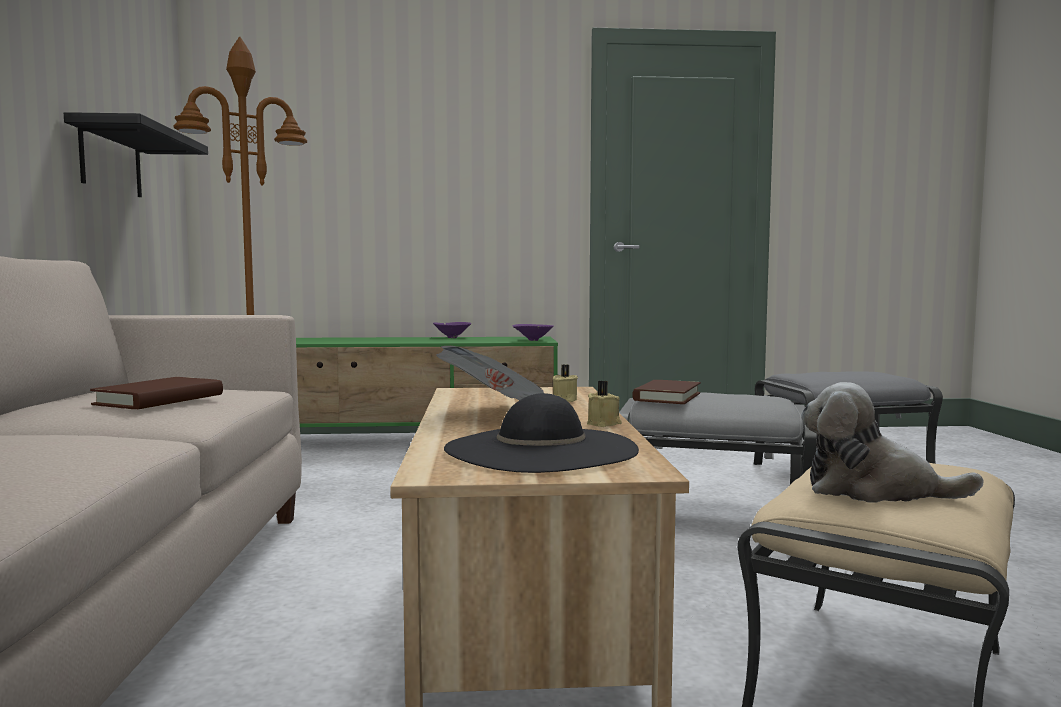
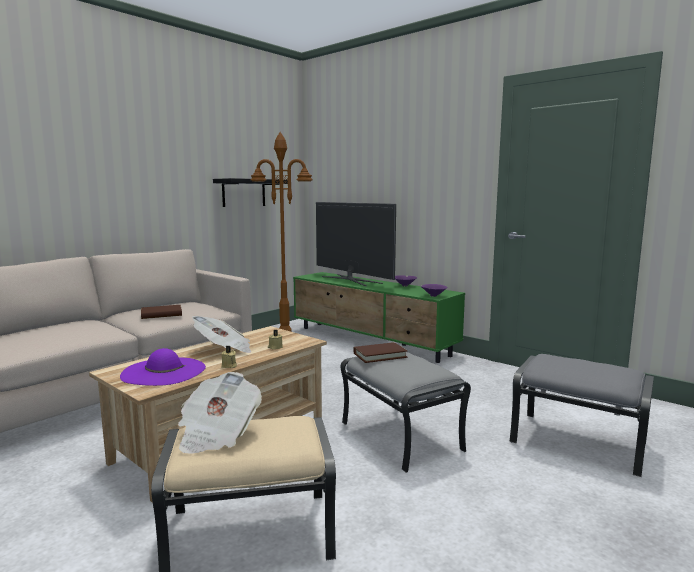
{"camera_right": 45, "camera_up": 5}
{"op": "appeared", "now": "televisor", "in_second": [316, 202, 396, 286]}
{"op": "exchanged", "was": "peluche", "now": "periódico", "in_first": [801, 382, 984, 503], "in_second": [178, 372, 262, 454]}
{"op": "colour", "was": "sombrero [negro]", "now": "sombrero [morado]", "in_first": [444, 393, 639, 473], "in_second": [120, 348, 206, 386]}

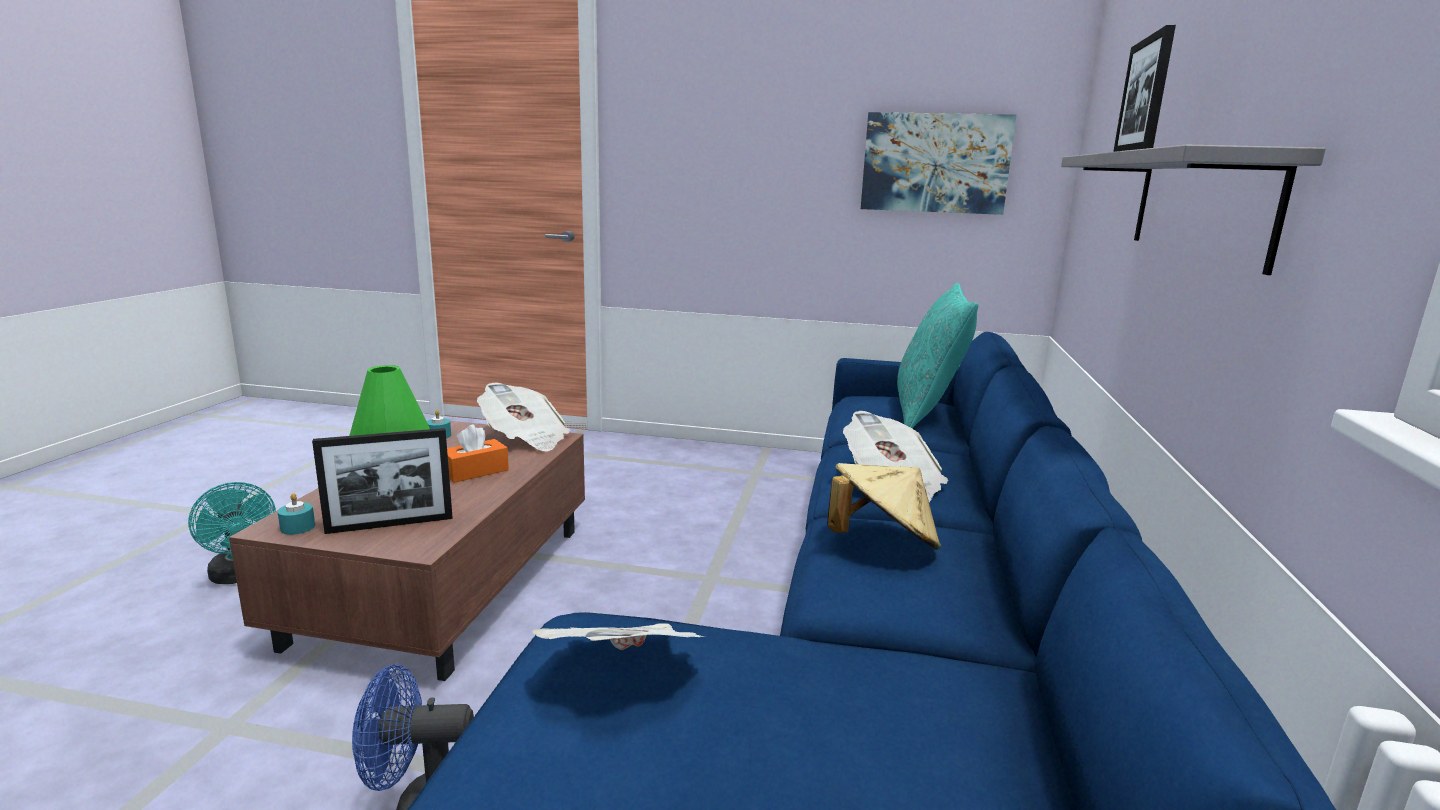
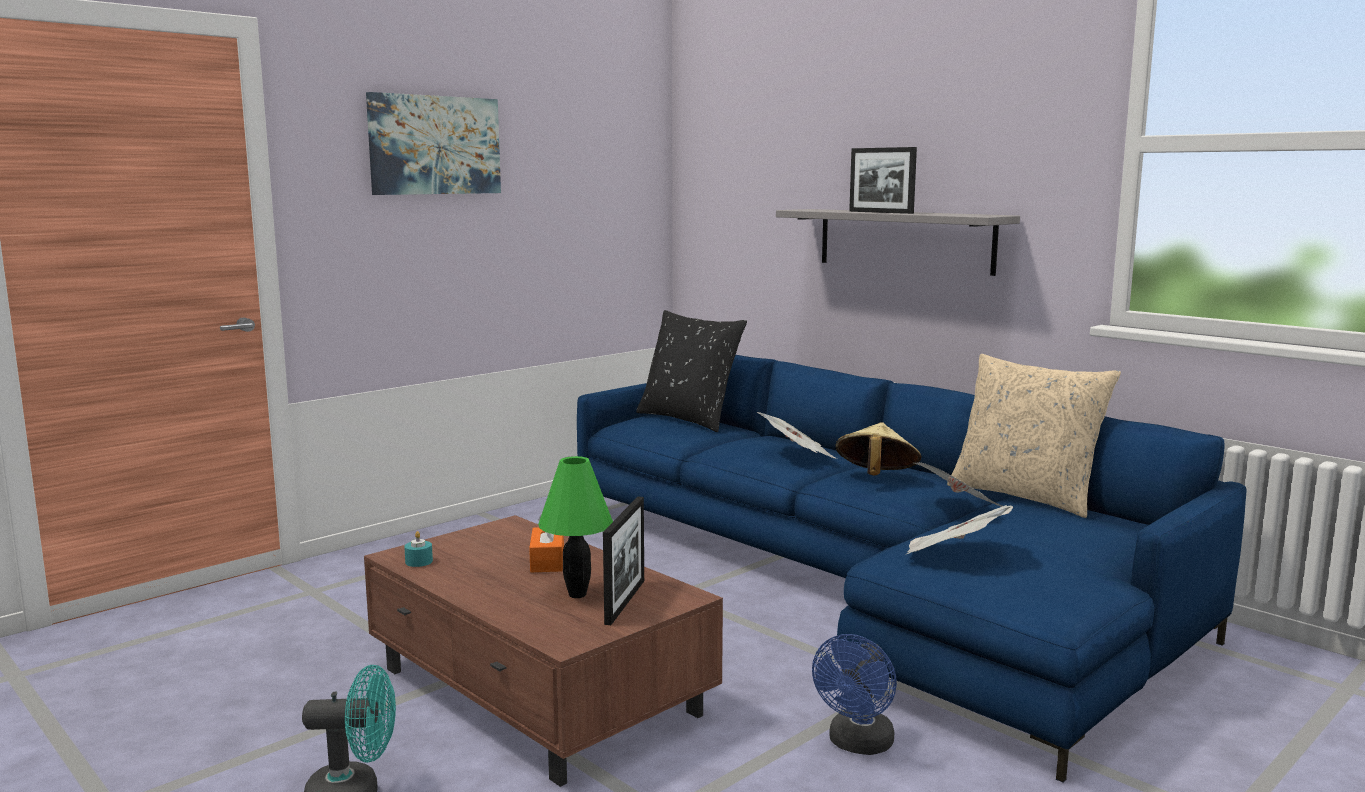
{"camera_right": -55, "camera_up": -5}
{"op": "missing", "was": "vela [turquesa]", "in_first": [277, 493, 315, 535]}
{"op": "appeared", "now": "cojín [beis]", "in_second": [947, 354, 1121, 518]}
{"op": "relocated", "was": "periódico", "in_first": [477, 383, 570, 452], "in_second": [914, 462, 1002, 507]}
{"op": "relocated", "was": "cuadro", "in_first": [861, 112, 1016, 215], "in_second": [366, 92, 501, 195]}
{"op": "colour", "was": "cojín [turquesa]", "now": "cojín [negro]", "in_first": [897, 283, 978, 429], "in_second": [636, 310, 747, 432]}

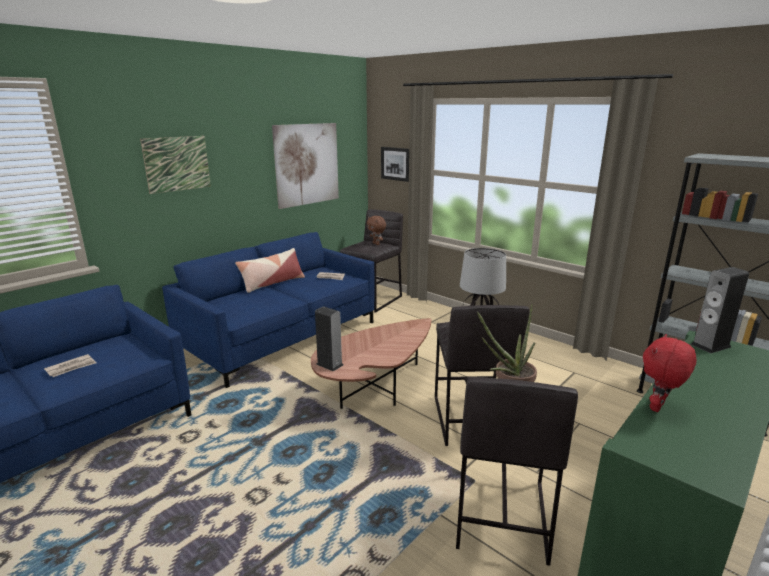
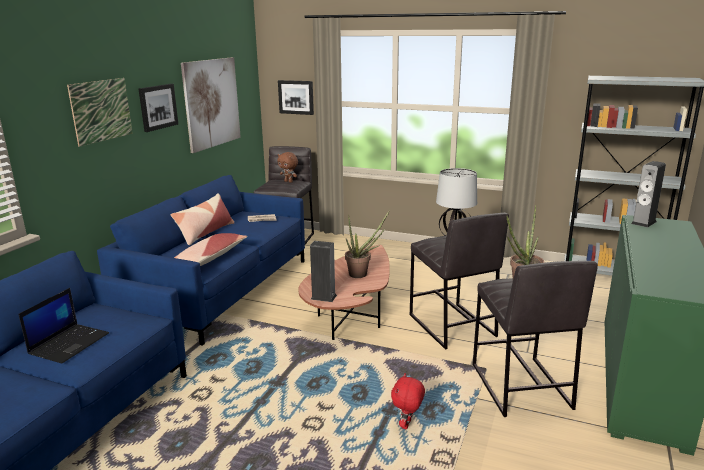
{"camera_right": -20, "camera_up": 0}
{"op": "appeared", "now": "cuadro", "in_second": [139, 84, 178, 132]}
{"op": "appeared", "now": "cojín", "in_second": [174, 233, 247, 266]}
{"op": "appeared", "now": "planta en maceta", "in_second": [345, 210, 390, 278]}
{"op": "relocated", "was": "peluche [rojo]", "in_first": [643, 334, 697, 412], "in_second": [391, 373, 425, 429]}
{"op": "exchanged", "was": "periódico", "now": "portátil", "in_first": [44, 354, 97, 377], "in_second": [18, 288, 109, 363]}

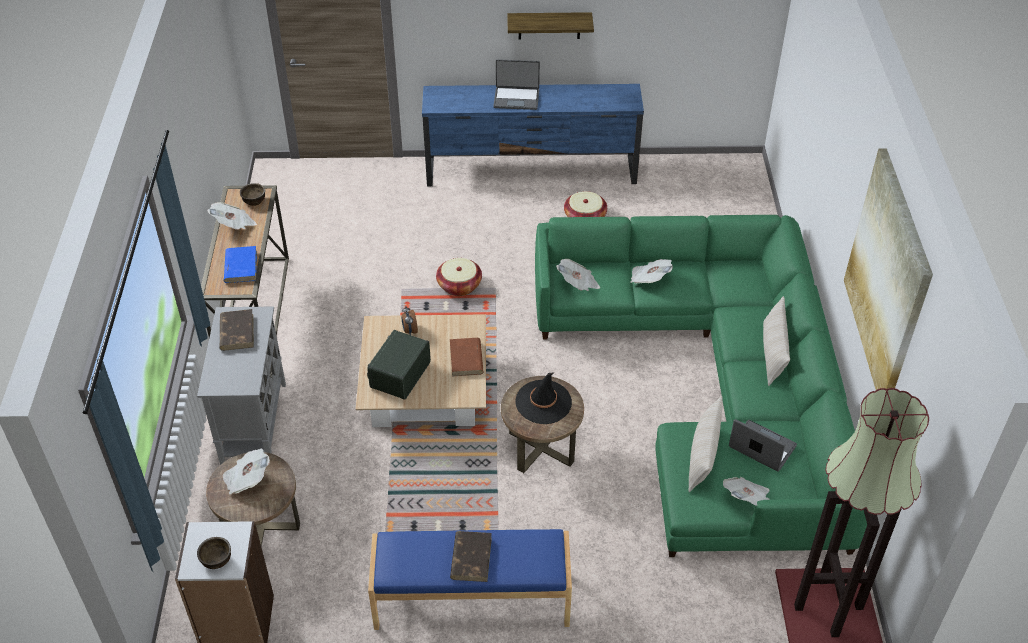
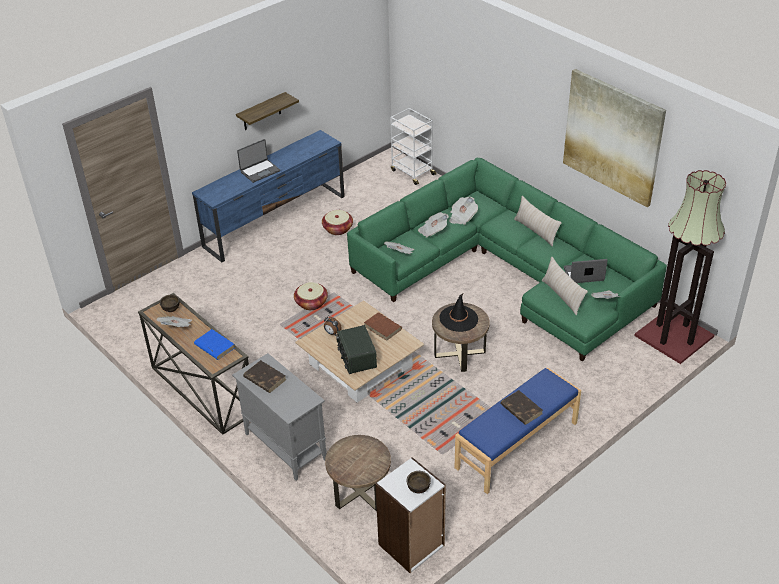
{"camera_right": -40, "camera_up": -5}
{"op": "appeared", "now": "carrito [blanco]", "in_second": [390, 108, 437, 185]}
{"op": "relocated", "was": "periódico", "in_first": [222, 449, 270, 495], "in_second": [449, 197, 478, 225]}

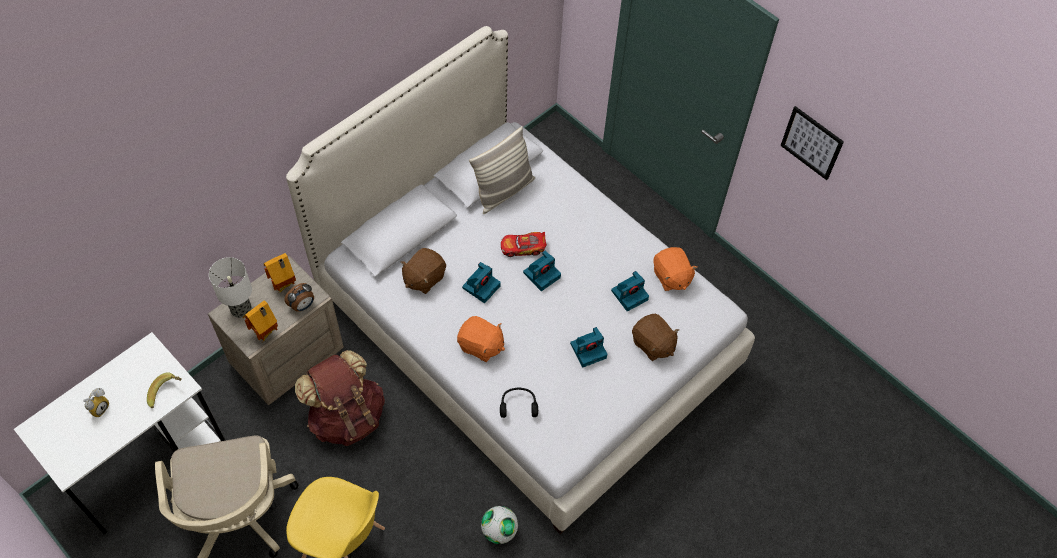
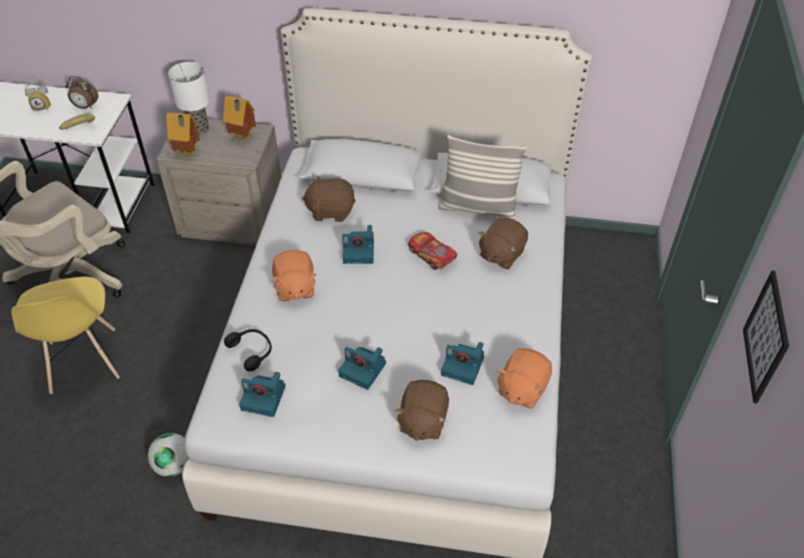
{"camera_right": 55, "camera_up": -10}
{"op": "missing", "was": "mochila [marrón]", "in_first": [295, 350, 385, 446]}
{"op": "appeared", "now": "peluche [marrón]", "in_second": [478, 218, 528, 269]}
{"op": "relocated", "was": "despertador", "in_first": [284, 283, 314, 312], "in_second": [65, 76, 98, 109]}
{"op": "relocated", "was": "cámara", "in_first": [523, 251, 561, 291], "in_second": [239, 372, 286, 417]}

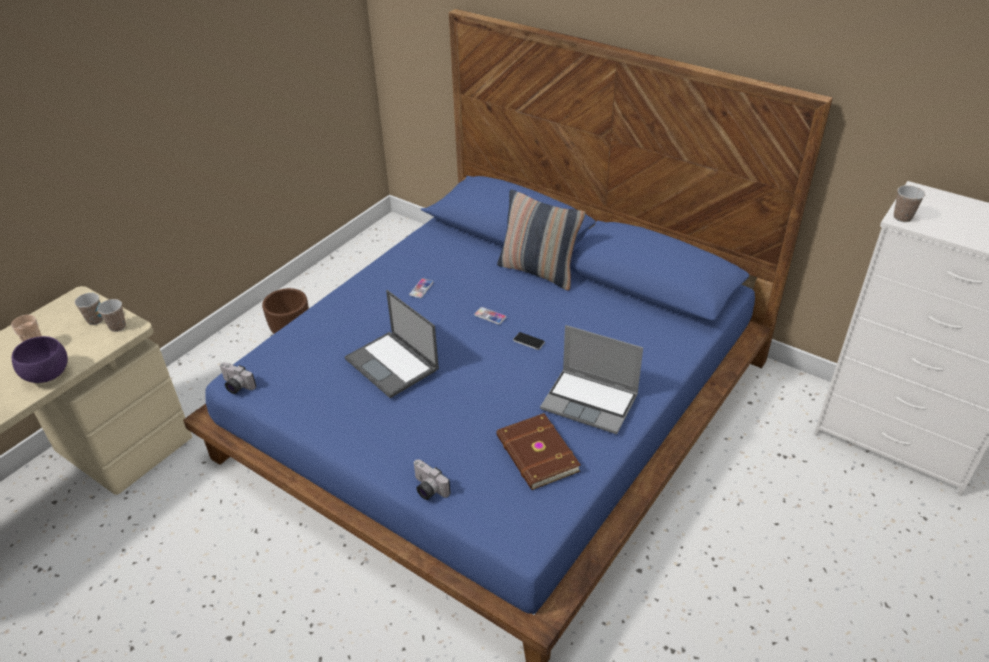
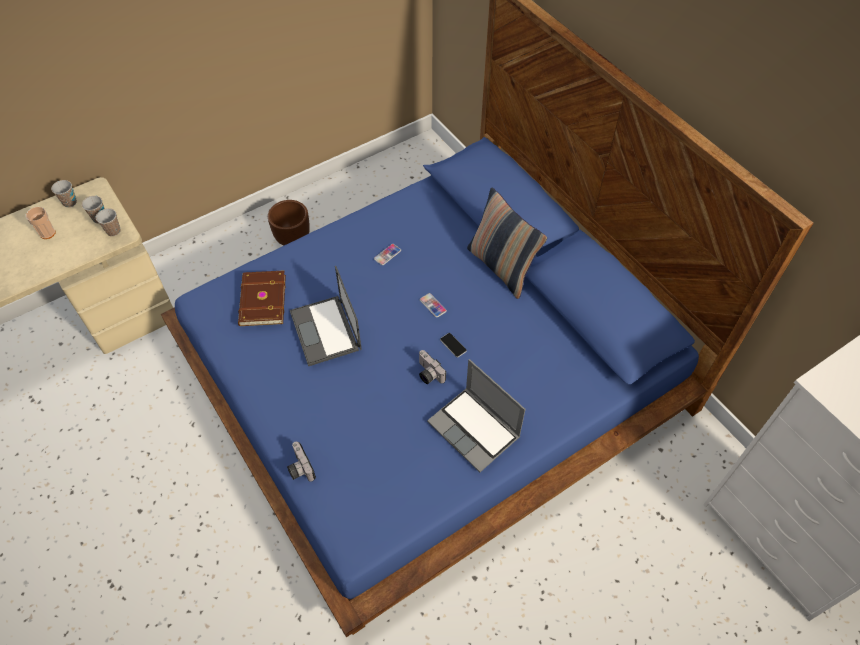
{"camera_right": 20, "camera_up": 15}
{"op": "missing", "was": "cuenco [morado]", "in_first": [12, 336, 68, 383]}
{"op": "relocated", "was": "cámara", "in_first": [219, 362, 256, 394], "in_second": [419, 350, 446, 384]}
{"op": "relocated", "was": "libro [marrón]", "in_first": [496, 413, 581, 490], "in_second": [238, 270, 286, 326]}
{"op": "relocated", "was": "taza", "in_first": [894, 185, 925, 222], "in_second": [51, 180, 77, 207]}

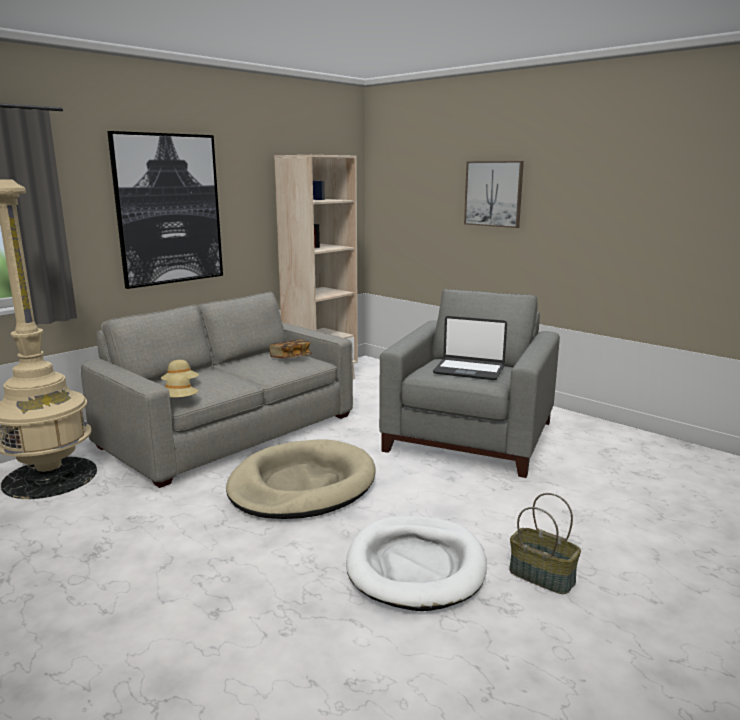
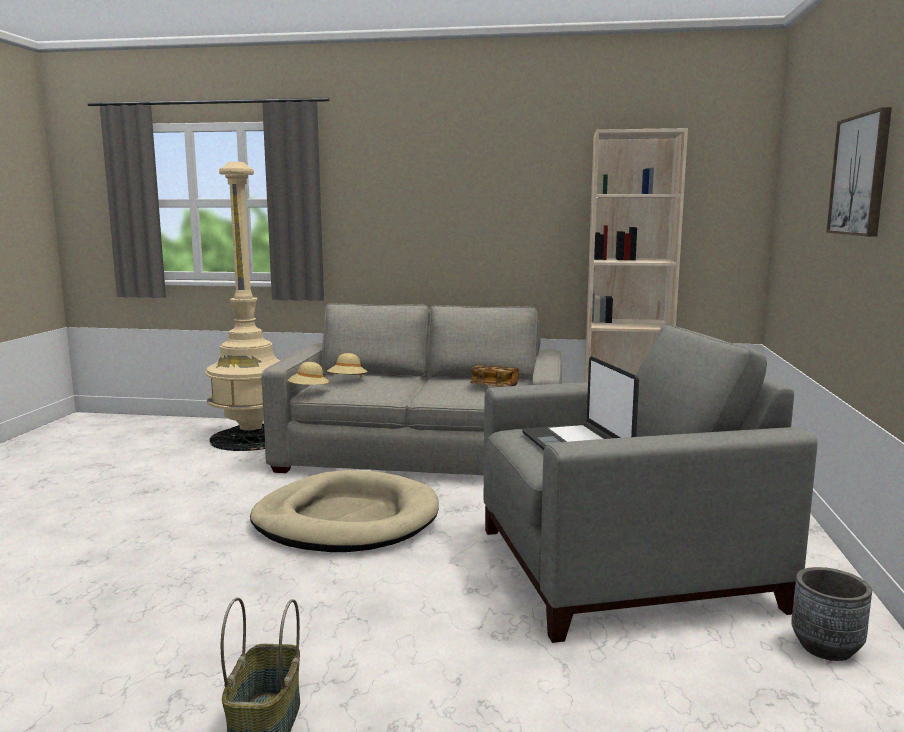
{"camera_right": 55, "camera_up": -5}
{"op": "missing", "was": "cuadro", "in_first": [107, 131, 223, 289]}
{"op": "missing", "was": "cama para perro [blanco]", "in_first": [346, 516, 487, 611]}
{"op": "appeared", "now": "maceta [gris]", "in_second": [791, 567, 872, 661]}

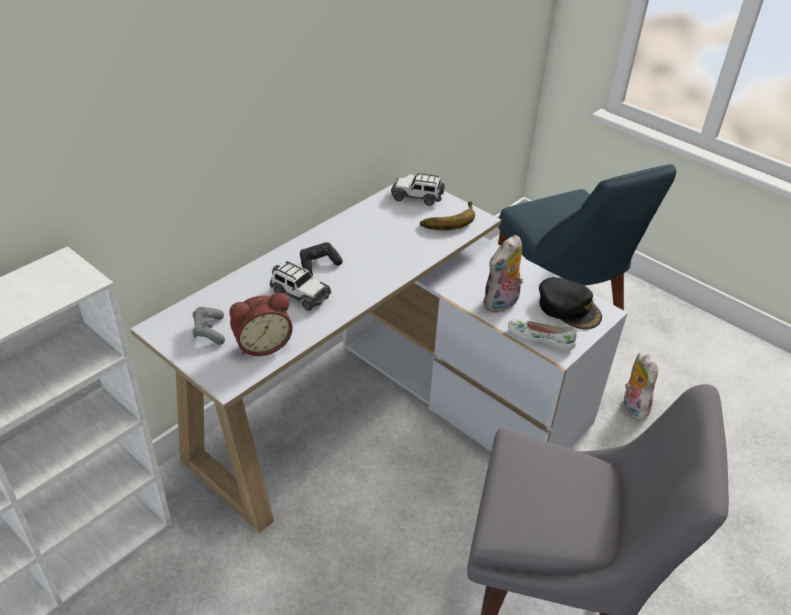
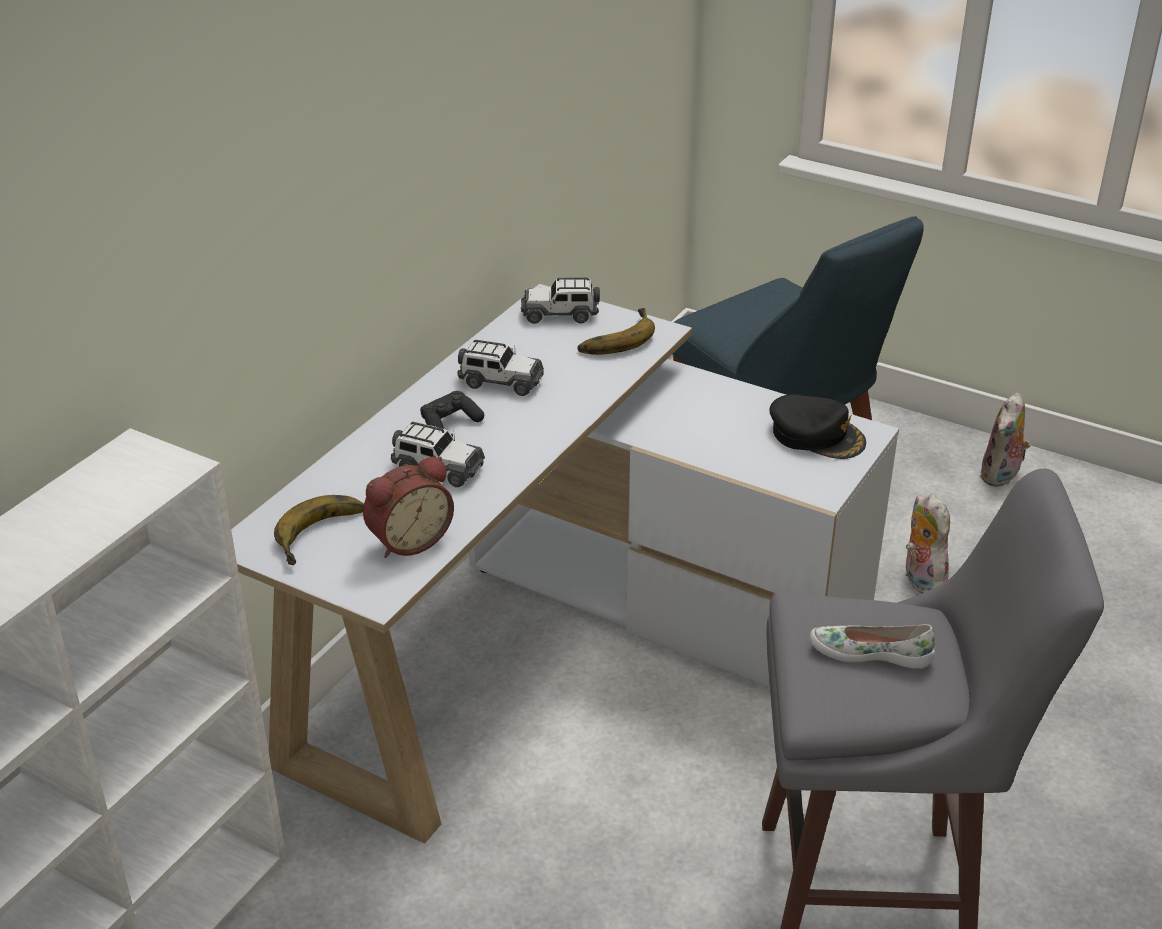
{"camera_right": -10, "camera_up": -5}
{"op": "appeared", "now": "coche de juguete", "in_second": [457, 340, 544, 396]}
{"op": "relocated", "was": "peluche", "in_first": [483, 235, 523, 313], "in_second": [979, 393, 1030, 487]}
{"op": "relocated", "was": "zapato [blanco]", "in_first": [508, 319, 577, 351], "in_second": [810, 624, 935, 669]}
{"op": "exchanged", "was": "mando de consola [gris]", "now": "plátano", "in_first": [193, 307, 225, 345], "in_second": [274, 495, 364, 565]}

